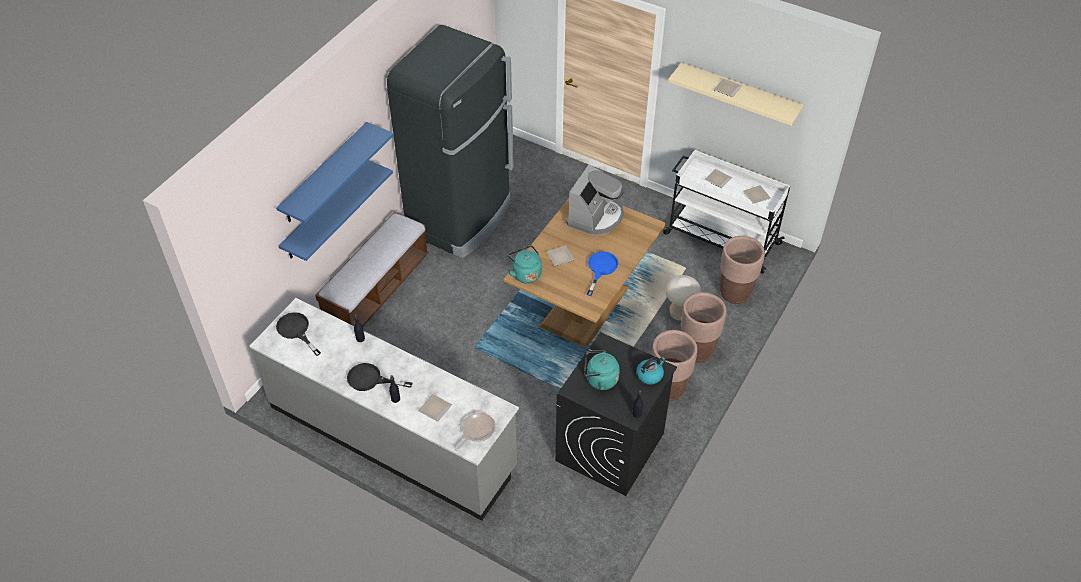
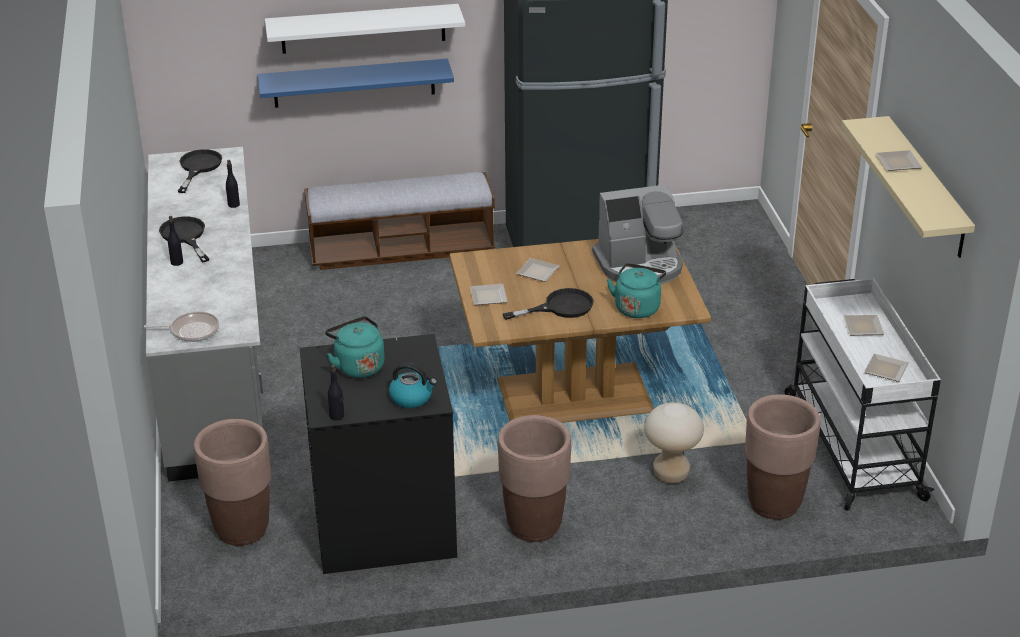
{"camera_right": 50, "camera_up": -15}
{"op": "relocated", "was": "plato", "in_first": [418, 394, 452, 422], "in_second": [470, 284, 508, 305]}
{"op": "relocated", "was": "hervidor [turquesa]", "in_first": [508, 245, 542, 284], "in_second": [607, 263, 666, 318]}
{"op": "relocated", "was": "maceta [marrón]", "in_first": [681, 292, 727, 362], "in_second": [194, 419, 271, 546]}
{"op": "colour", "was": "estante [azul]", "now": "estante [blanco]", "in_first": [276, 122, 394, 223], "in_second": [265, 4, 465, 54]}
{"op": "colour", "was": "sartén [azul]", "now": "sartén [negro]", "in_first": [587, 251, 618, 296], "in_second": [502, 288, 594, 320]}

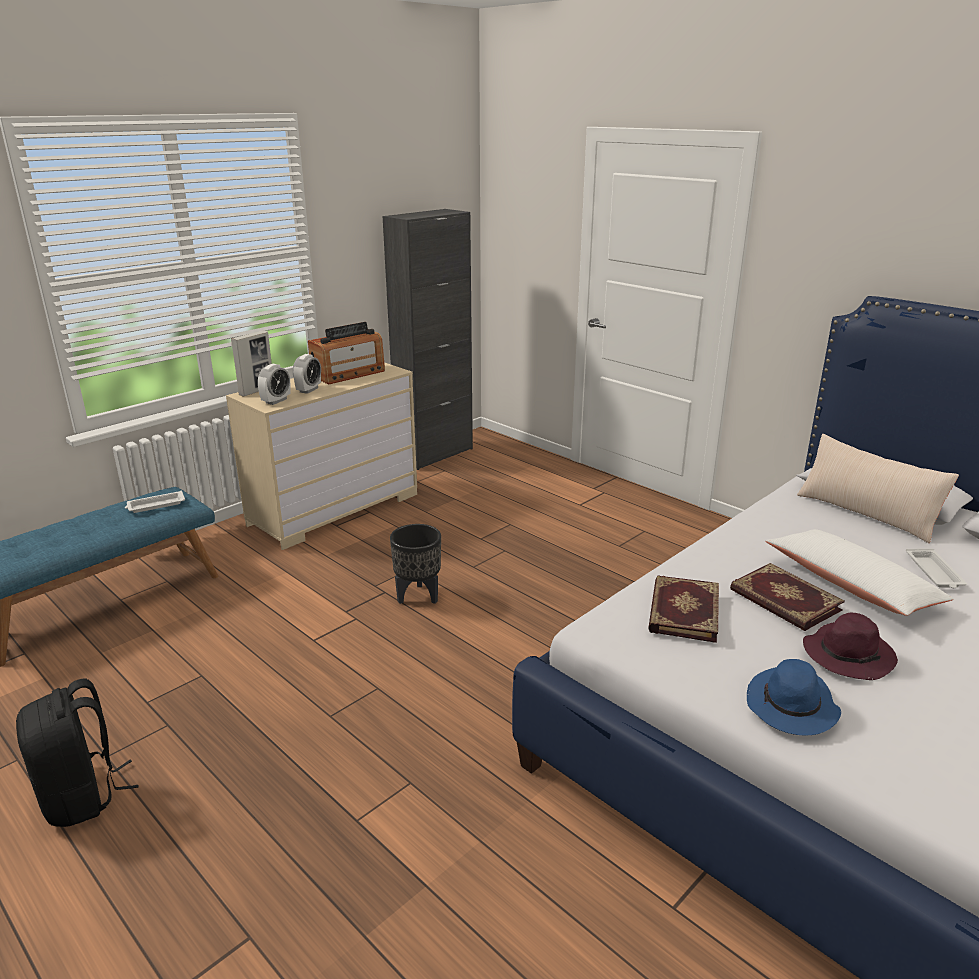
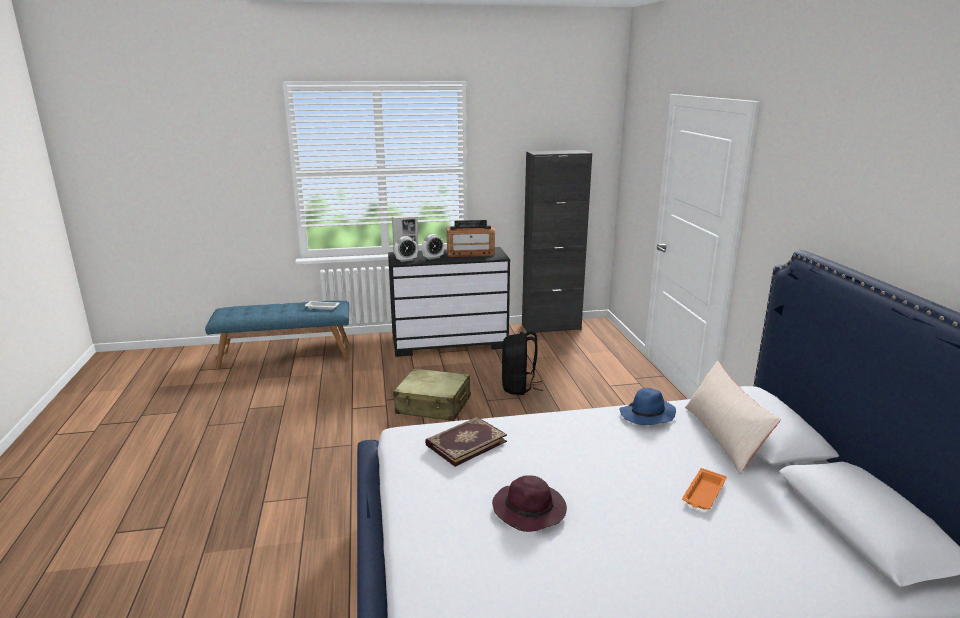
{"camera_right": 35, "camera_up": -5}
{"op": "missing", "was": "libro", "in_first": [730, 563, 845, 631]}
{"op": "missing", "was": "cojín [blanco]", "in_first": [765, 529, 954, 616]}
{"op": "relocated", "was": "mochila [negro]", "in_first": [16, 678, 139, 827], "in_second": [502, 331, 543, 395]}
{"op": "relocated", "was": "sombrero [azul]", "in_first": [747, 659, 841, 736], "in_second": [620, 388, 676, 425]}
{"op": "exchanged", "was": "maceta [negro]", "now": "maleta [beis]", "in_first": [390, 524, 441, 604], "in_second": [393, 368, 471, 421]}
{"op": "colour", "was": "cómoda [beis]", "now": "cómoda [negro]", "in_first": [226, 362, 417, 550], "in_second": [388, 247, 510, 357]}
{"op": "colour", "was": "bandeja [blanco]", "now": "bandeja [naranja]", "in_first": [906, 549, 967, 588], "in_second": [682, 468, 727, 510]}

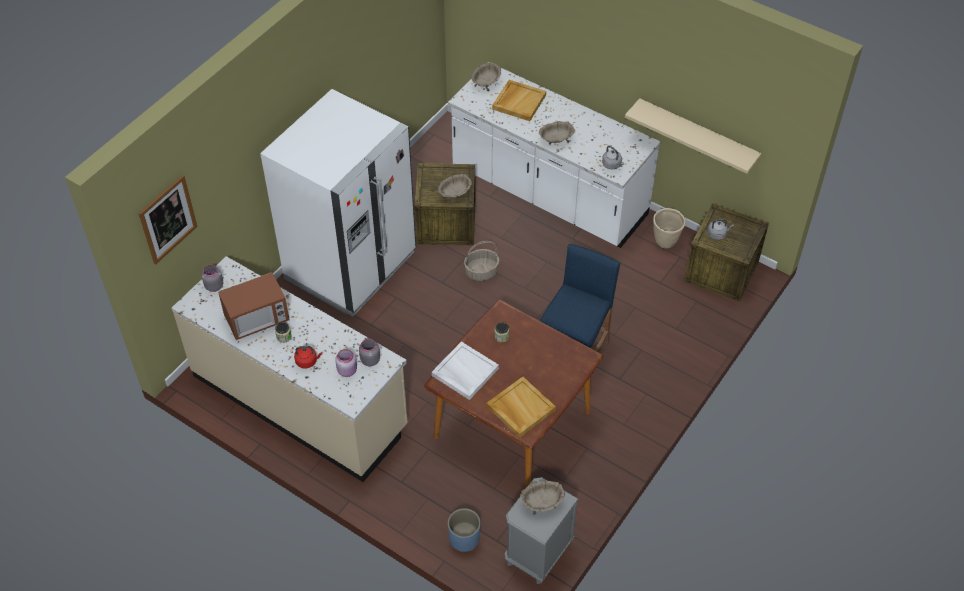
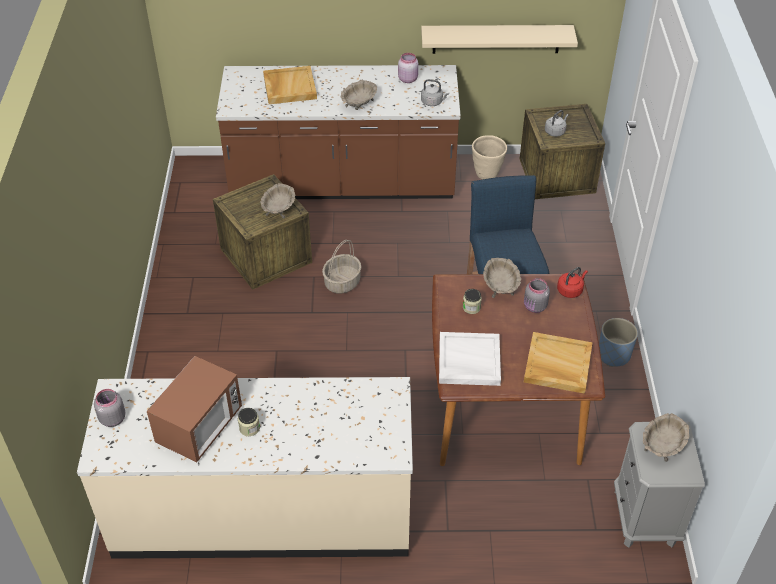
{"camera_right": -35, "camera_up": -5}
{"op": "missing", "was": "cuadro", "in_first": [139, 175, 198, 264]}
{"op": "missing", "was": "nevera [blanco]", "in_first": [260, 89, 416, 316]}
{"op": "relocated", "was": "hervidor [rojo]", "in_first": [294, 346, 322, 368], "in_second": [557, 267, 588, 298]}
{"op": "relocated", "was": "tarro [rosa]", "in_first": [335, 349, 357, 377], "in_second": [398, 53, 418, 83]}
{"op": "relocated", "was": "tarro [gris]", "in_first": [359, 339, 380, 366], "in_second": [524, 278, 550, 313]}
{"op": "relocated", "was": "maceta [azul]", "in_first": [448, 508, 481, 552], "in_second": [599, 318, 638, 367]}
{"op": "relocated", "was": "cuenco [beis]", "in_first": [472, 62, 501, 91], "in_second": [483, 258, 521, 298]}
{"op": "colour", "was": "mueble bajo de cocina [blanco]", "now": "mueble bajo de cocina [marrón]", "in_first": [448, 68, 661, 248], "in_second": [216, 65, 461, 199]}

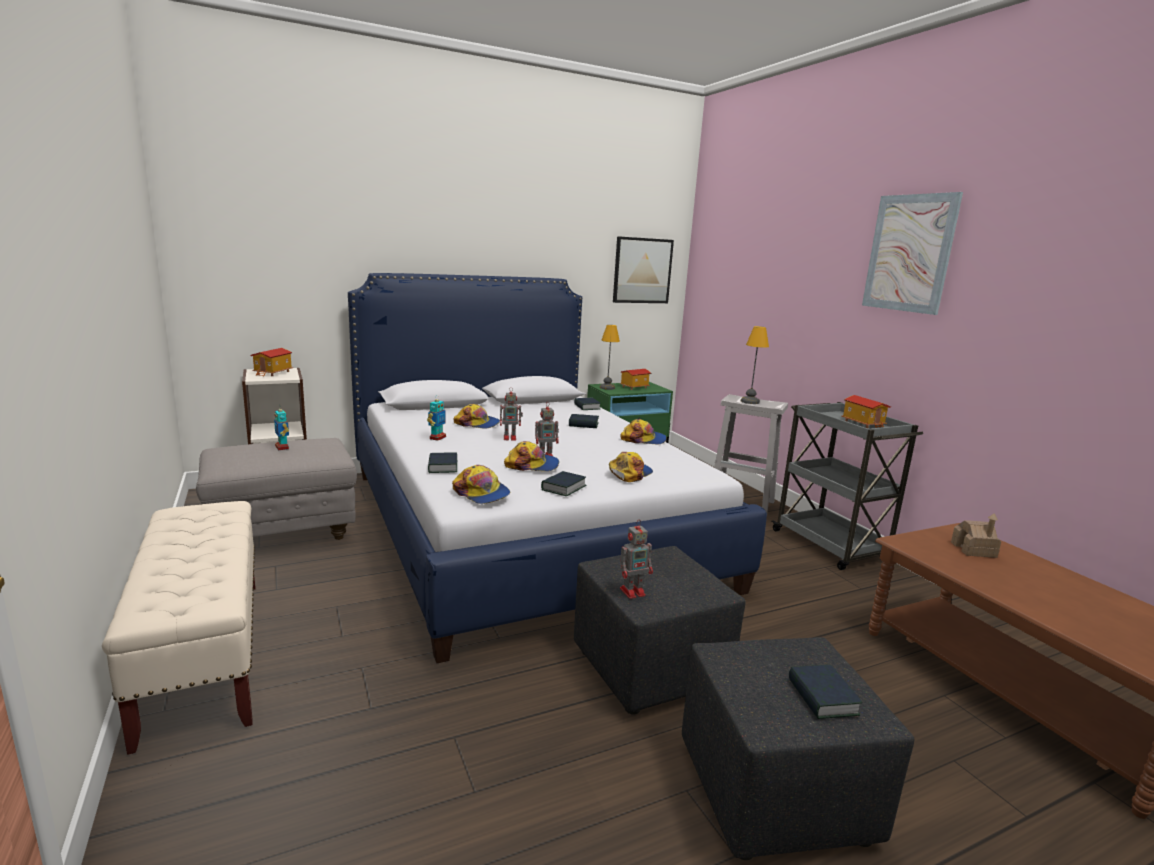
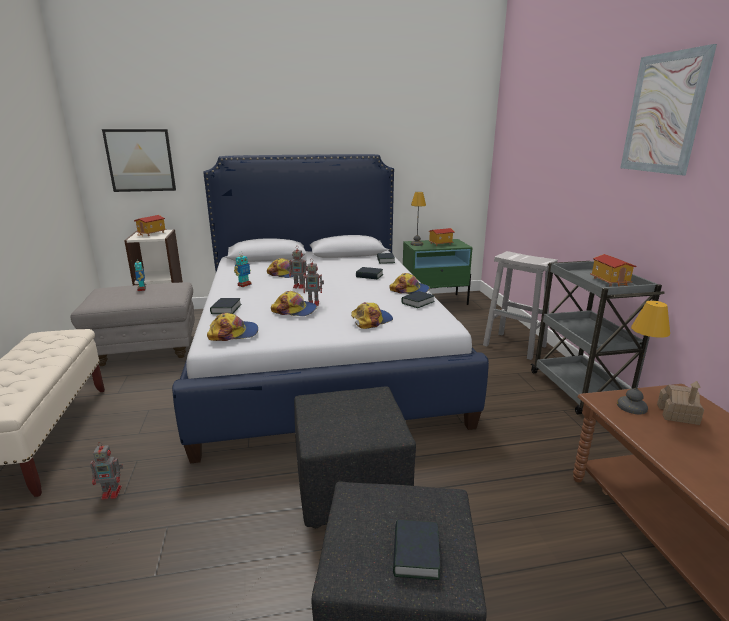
{"camera_right": 15, "camera_up": 5}
{"op": "relocated", "was": "libro", "in_first": [541, 471, 587, 496], "in_second": [401, 291, 435, 308]}
{"op": "relocated", "was": "cuadro", "in_first": [613, 236, 674, 303], "in_second": [102, 129, 176, 192]}
{"op": "relocated", "was": "robot de juguete", "in_first": [620, 521, 653, 599], "in_second": [90, 442, 123, 500]}
{"op": "relocated", "was": "lámpara de mesa", "in_first": [741, 326, 769, 404], "in_second": [617, 301, 670, 414]}
{"op": "spun", "was": "gorra", "in_first": [452, 465, 510, 504], "in_second": [207, 313, 258, 341], "clockwise": -75}

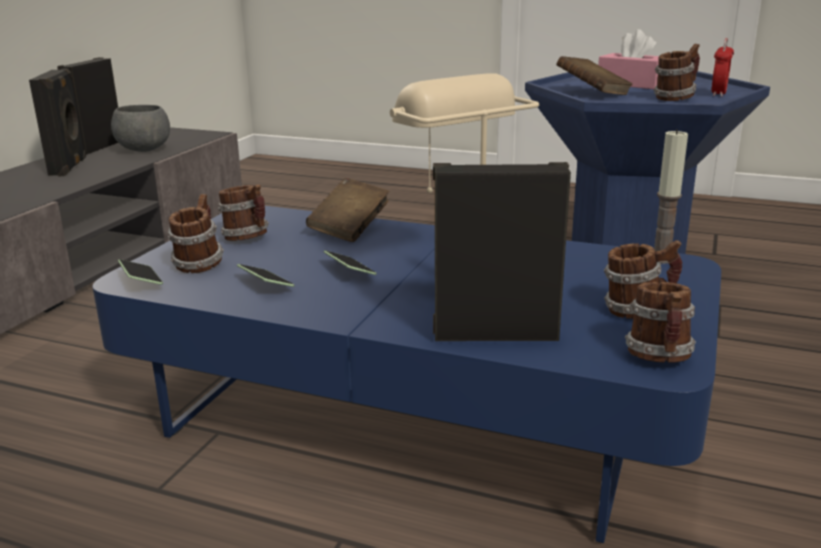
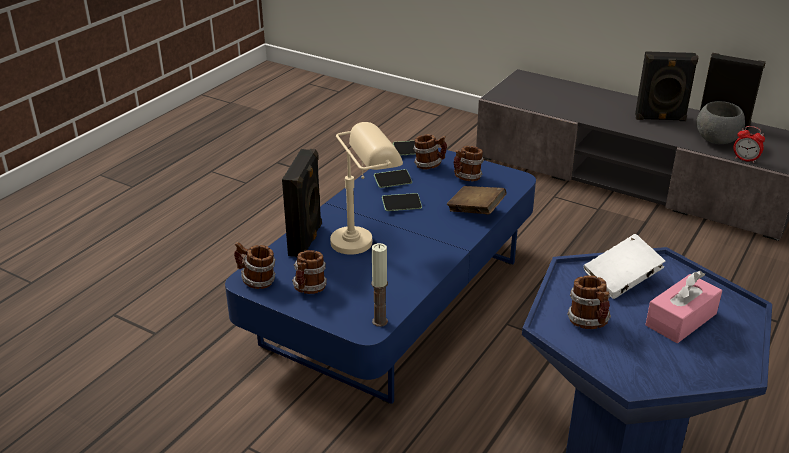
{"camera_right": 100, "camera_up": 10}
{"op": "relocated", "was": "despertador", "in_first": [712, 38, 734, 97], "in_second": [734, 126, 765, 163]}
{"op": "colour", "was": "libro [marrón]", "now": "libro [blanco]", "in_first": [557, 56, 633, 95], "in_second": [584, 234, 665, 299]}

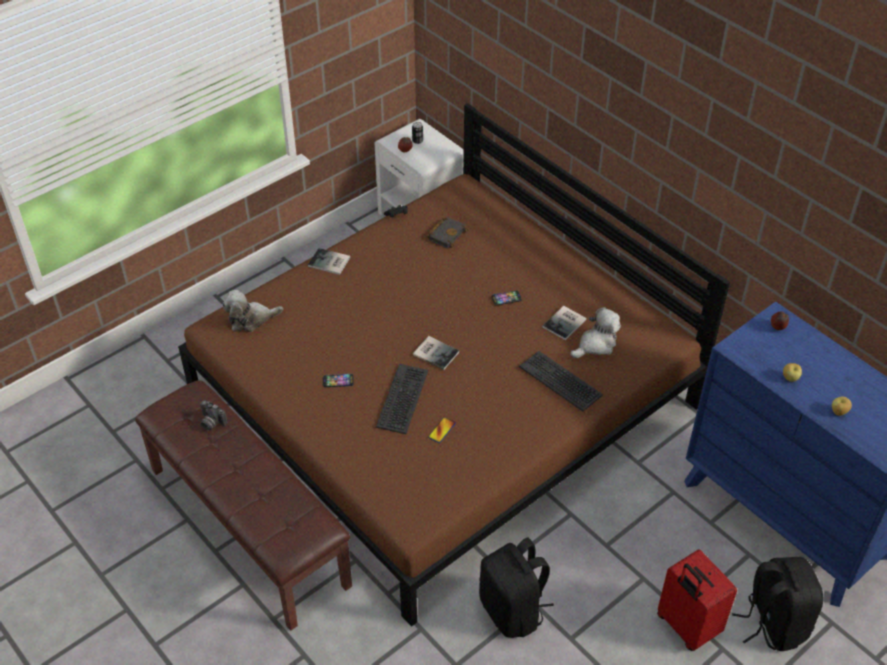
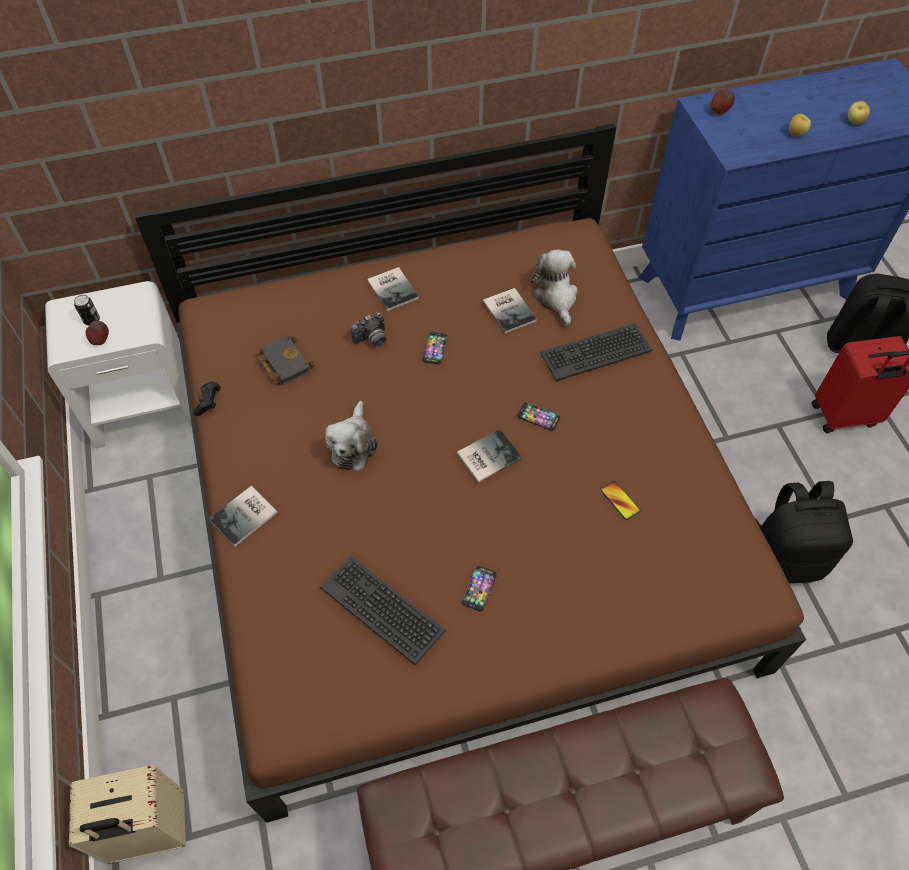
{"camera_right": -65, "camera_up": 10}
{"op": "appeared", "now": "maleta [beis]", "in_second": [69, 766, 186, 863]}
{"op": "appeared", "now": "libro", "in_second": [367, 267, 419, 311]}
{"op": "appeared", "now": "móvil", "in_second": [518, 402, 560, 431]}
{"op": "relocated", "was": "cámara", "in_first": [200, 401, 227, 431], "in_second": [351, 312, 387, 347]}
{"op": "relocated", "was": "peluche", "in_first": [222, 290, 283, 332], "in_second": [325, 401, 377, 471]}
{"op": "relocated", "was": "teclado", "in_first": [376, 364, 428, 434], "in_second": [320, 556, 446, 665]}

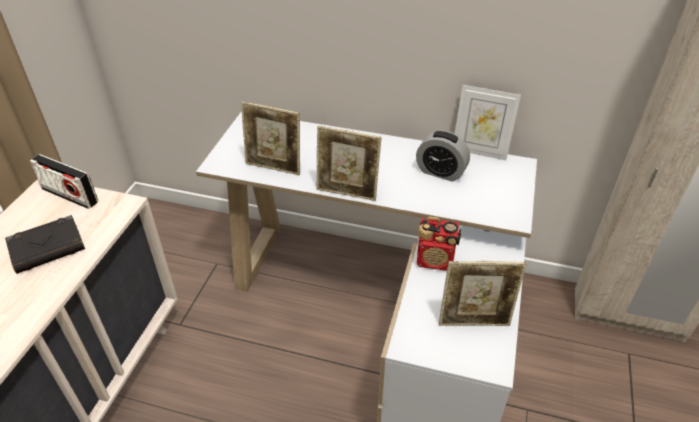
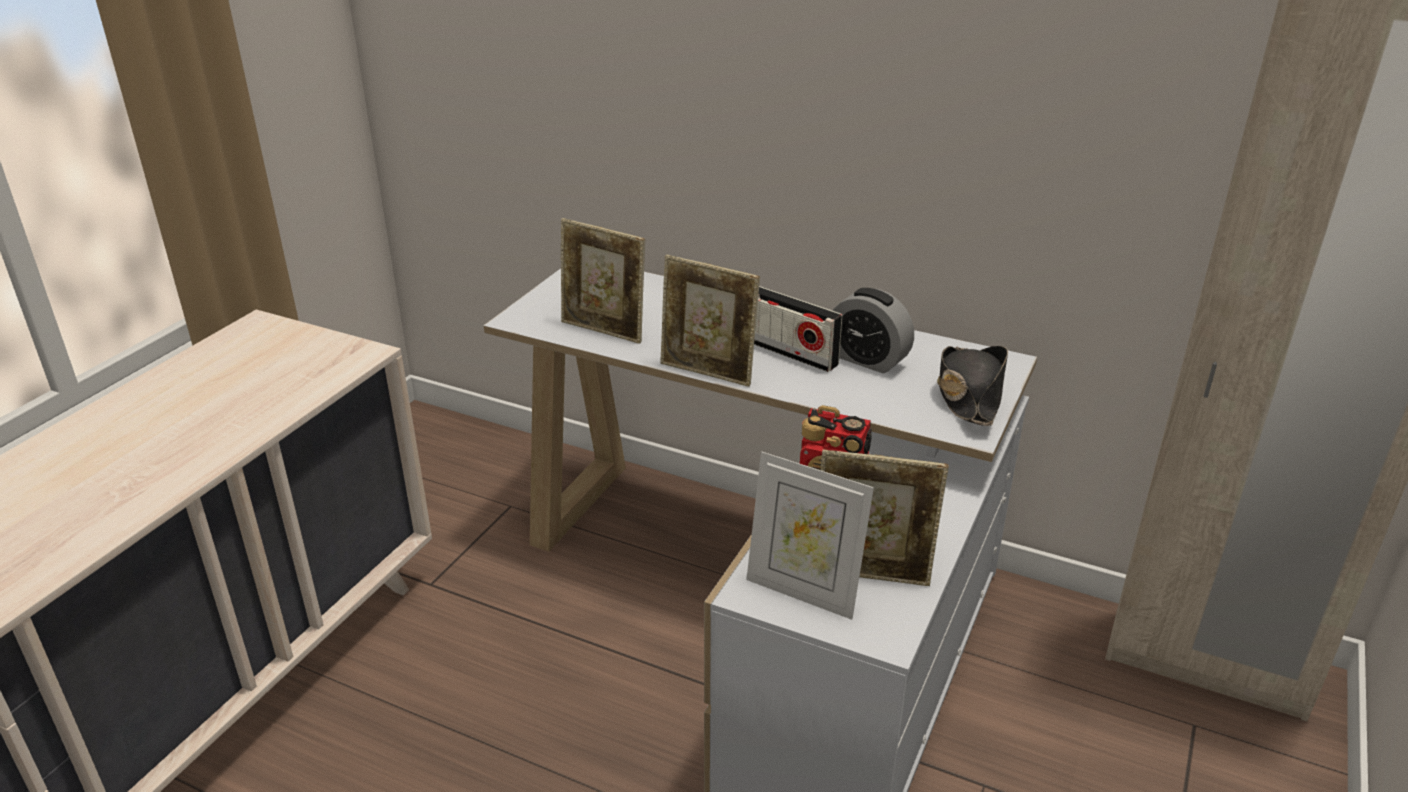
{"camera_right": 10, "camera_up": -10}
{"op": "missing", "was": "libro [negro]", "in_first": [5, 215, 85, 274]}
{"op": "appeared", "now": "sombrero [negro]", "in_second": [937, 346, 1008, 426]}
{"op": "relocated", "was": "radio", "in_first": [30, 154, 98, 209], "in_second": [754, 286, 842, 372]}
{"op": "relocated", "was": "portarretratos", "in_first": [454, 85, 521, 160], "in_second": [746, 452, 874, 620]}

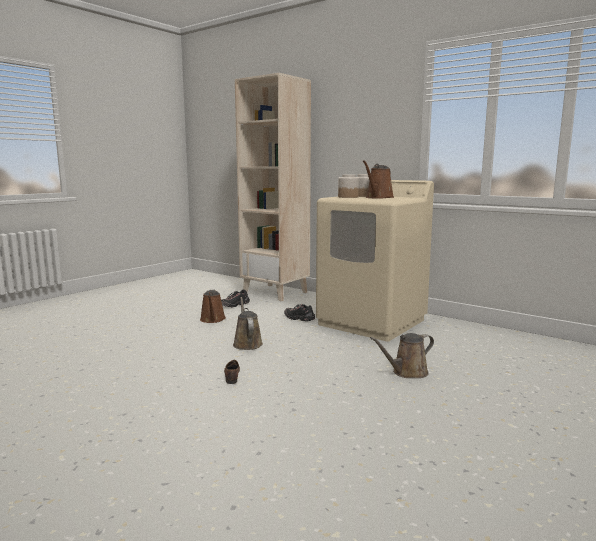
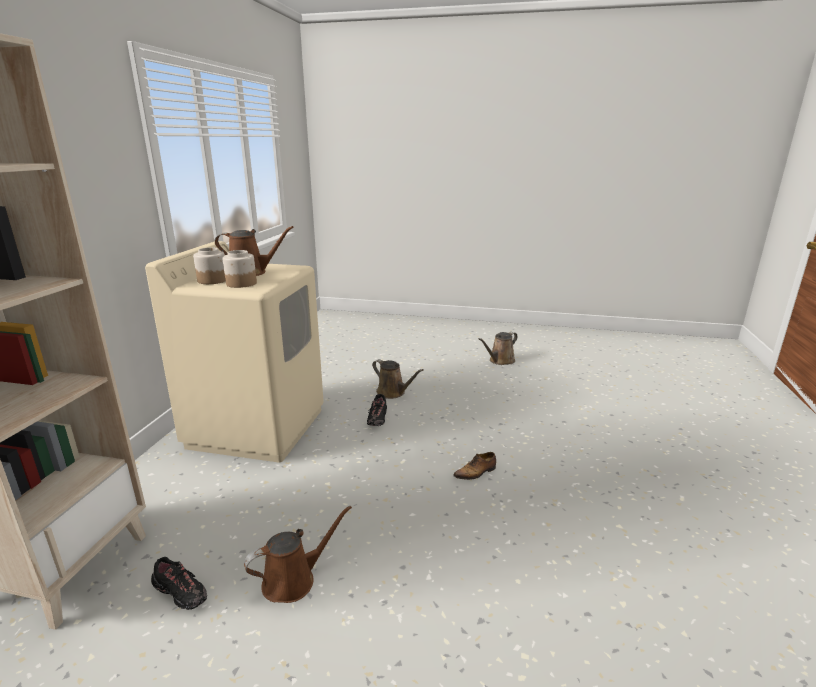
{"camera_right": -115, "camera_up": 10}
{"op": "relocated", "was": "regadera [marrón]", "in_first": [233, 297, 263, 350], "in_second": [479, 332, 518, 365]}
{"op": "relocated", "was": "zapato [negro]", "in_first": [284, 304, 315, 321], "in_second": [367, 394, 387, 426]}

